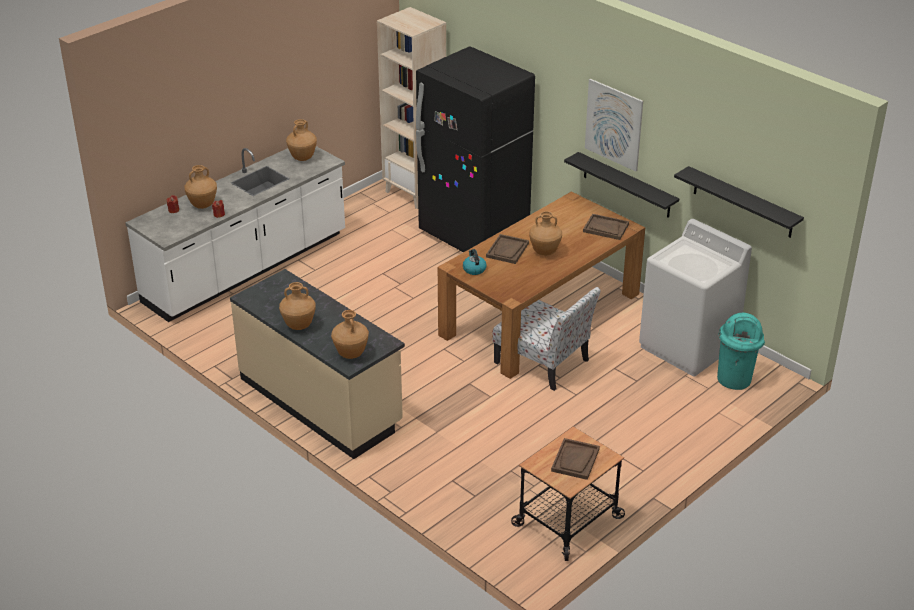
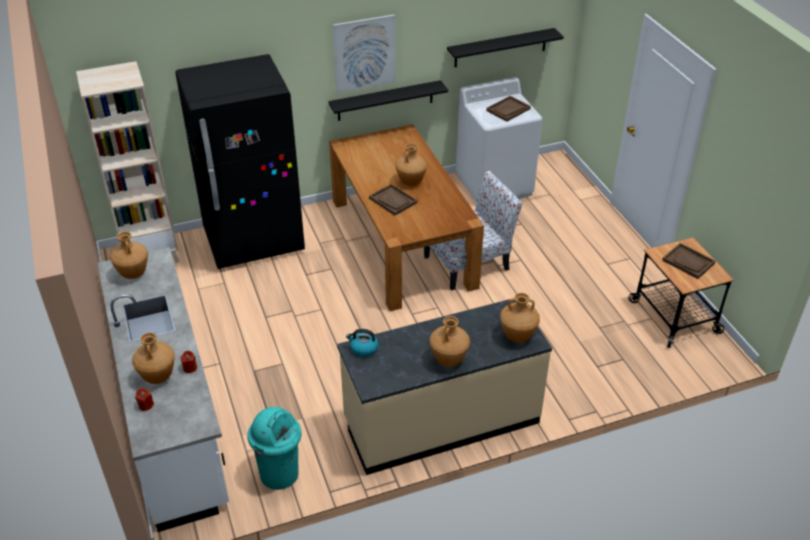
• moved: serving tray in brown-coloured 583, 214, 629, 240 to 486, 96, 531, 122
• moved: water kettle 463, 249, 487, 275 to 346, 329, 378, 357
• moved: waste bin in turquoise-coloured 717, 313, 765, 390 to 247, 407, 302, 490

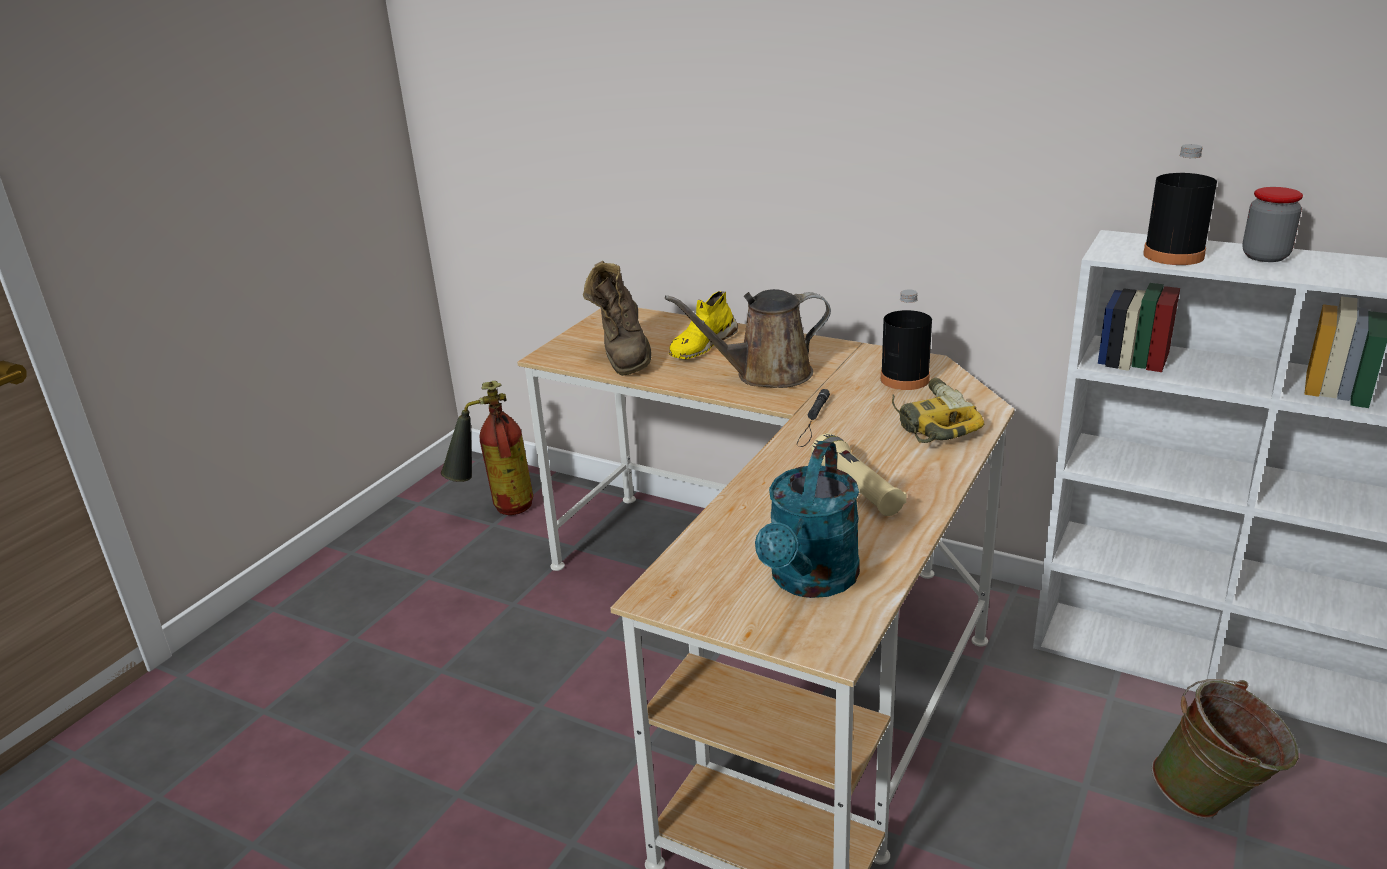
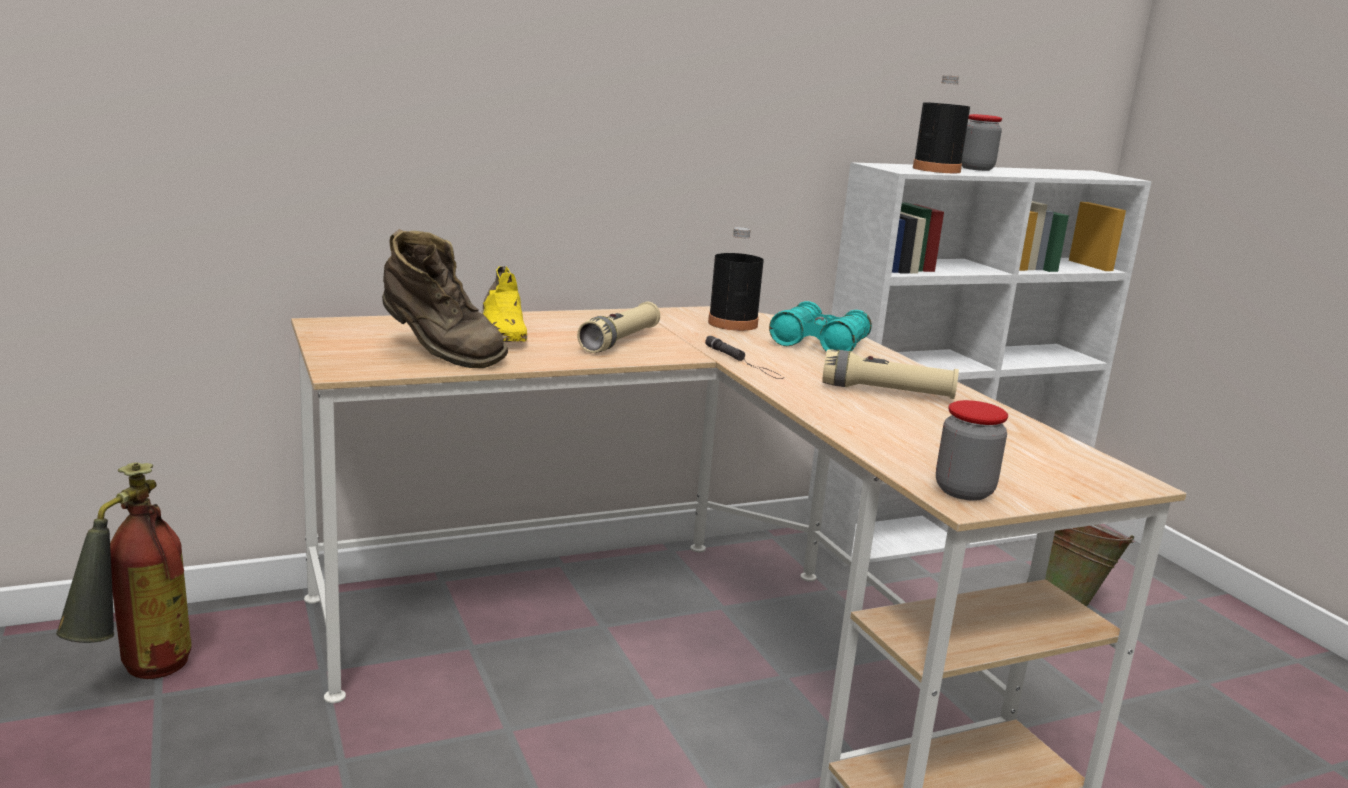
• replaced: sprinkling can in brown-coloured 665, 289, 831, 388 to flashlight in beige-coloured 577, 302, 660, 353
• replaced: power drill 892, 378, 984, 443 to pair of binoculars in turquoise-coloured 769, 301, 872, 352
• removed: sprinkling can in turquoise-coloured 755, 441, 860, 598
• added: preserve jar 936, 400, 1008, 501

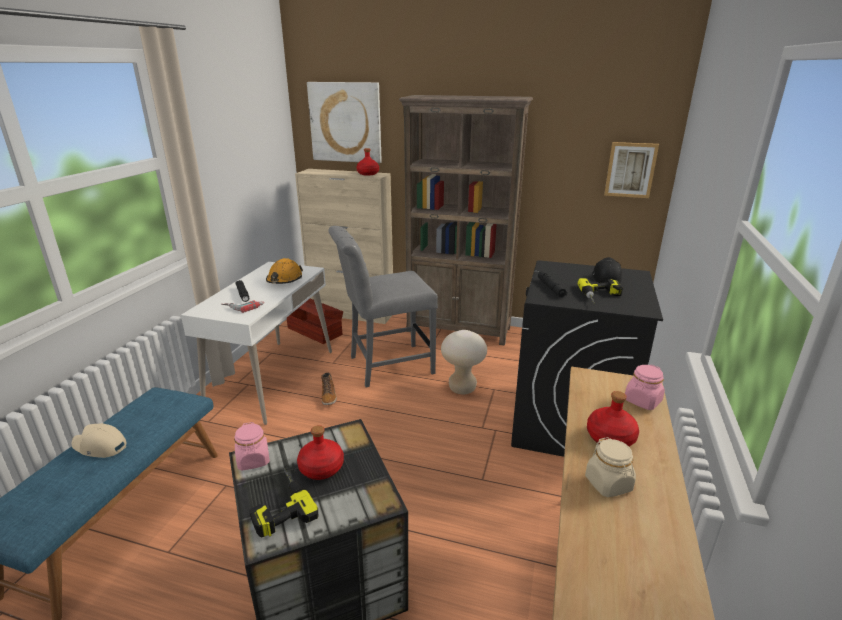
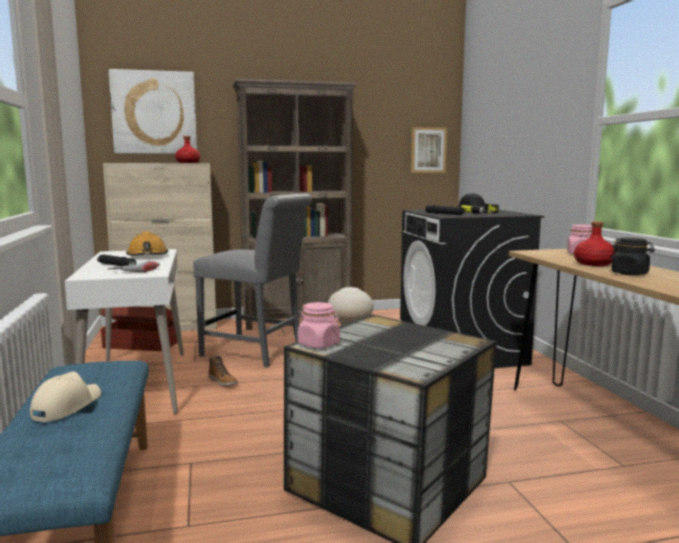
• turned: chair in gray 328, 226, 438, 387 = 193, 193, 312, 367 105 degrees counterclockwise
• turned: peaked cap in beige-coloured 72, 423, 127, 458 = 30, 372, 101, 422 120 degrees clockwise
• removed: drink bottle in reddish 297, 425, 344, 480
• recoloured: preserve jar in beige-coloured 585, 437, 636, 497 to preserve jar in blackish 610, 238, 655, 275
• removed: power drill 249, 468, 319, 538

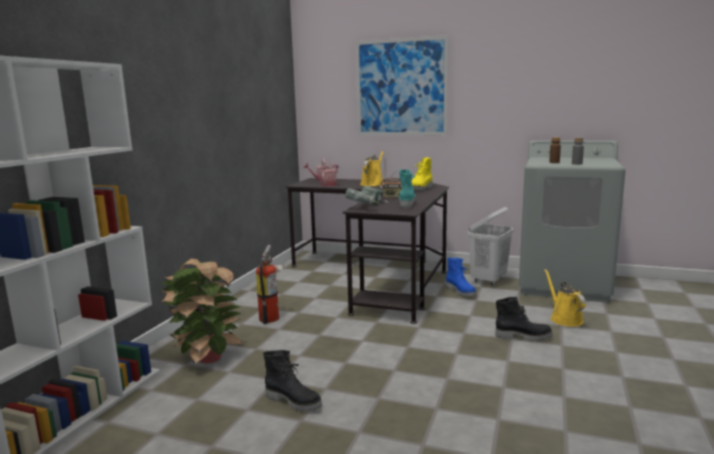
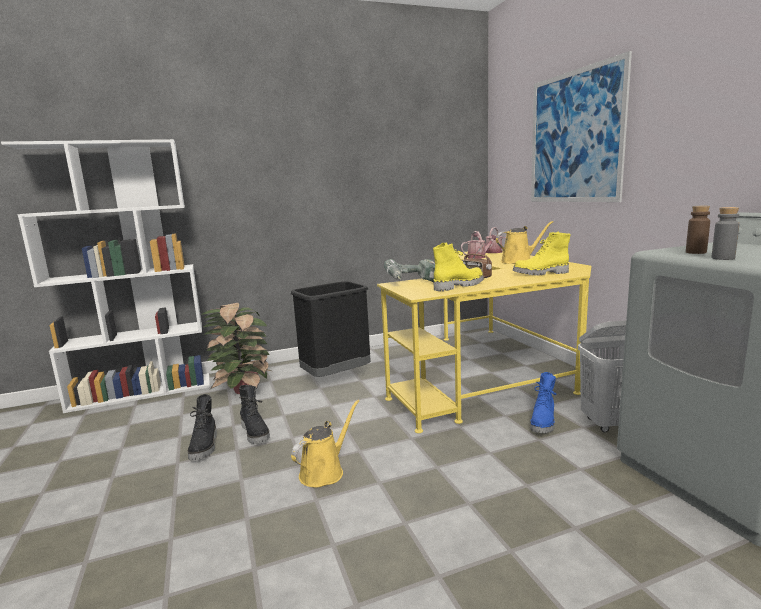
• recoloured: tall boot in turquoise-coloured 398, 169, 416, 208 to tall boot in yellow-coloured 433, 242, 484, 291
• recoloured: desk unit in blackish 286, 178, 449, 324 to desk unit in yellow-coloured 377, 251, 591, 433
• replaced: fire-fighting cylinder 256, 245, 284, 324 to waste bin in blackish 291, 281, 371, 377
• moved: sprinkling can in yellow-coloured 544, 269, 586, 327 to 291, 400, 359, 488
• moved: tall boot in blackish 495, 297, 553, 341 to 239, 385, 270, 444

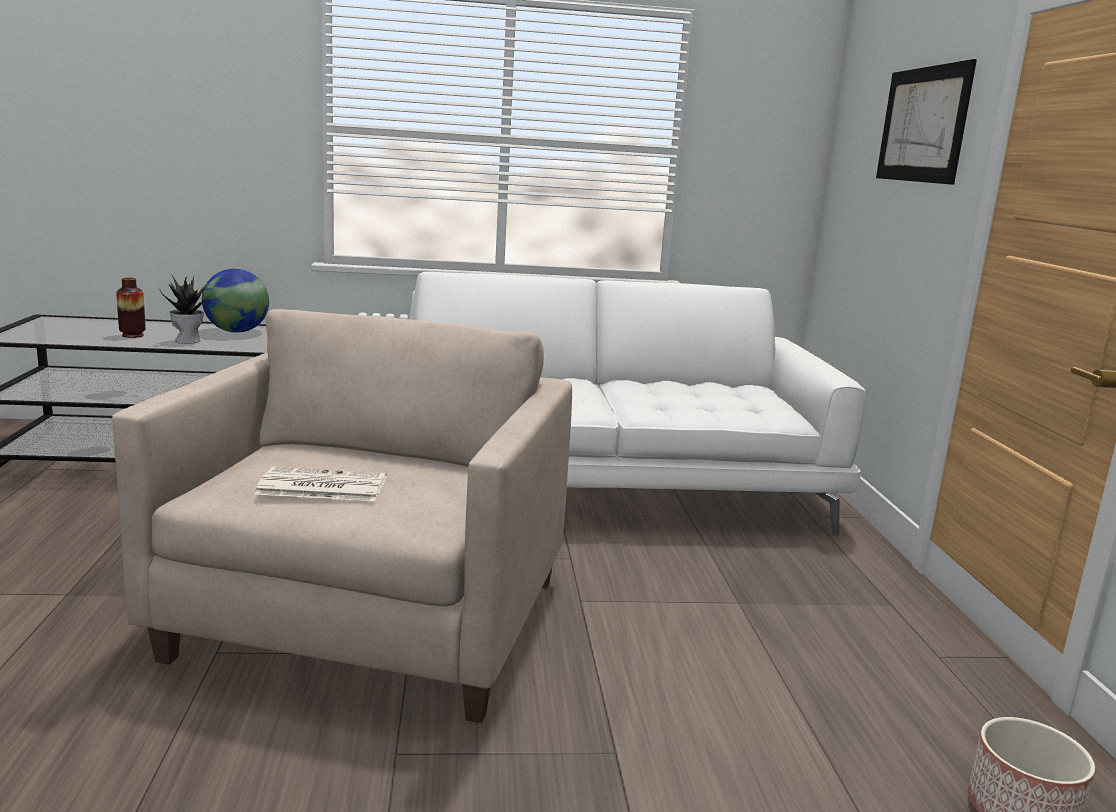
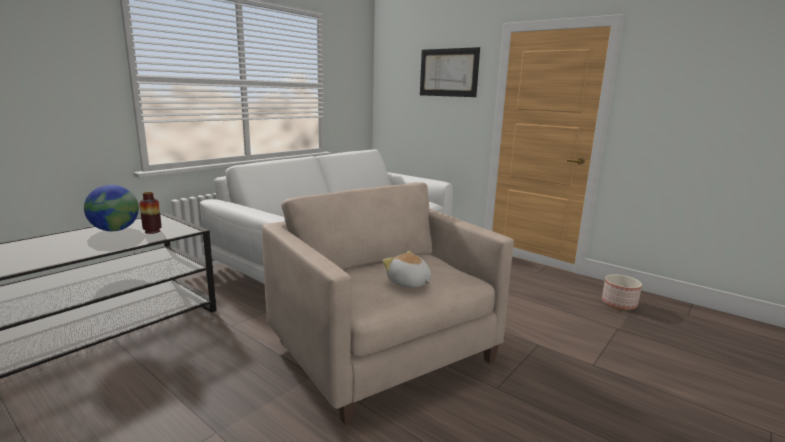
• removed: plant in a pot 160, 274, 209, 344
• moved: flower vase 116, 277, 146, 338 to 139, 192, 162, 234
• replaced: printed paper 255, 467, 387, 501 to cuddly toy 383, 251, 431, 288

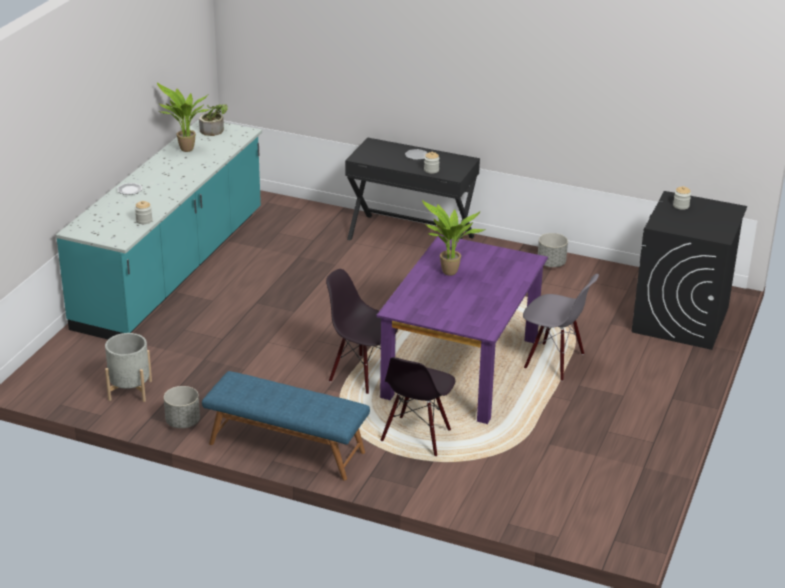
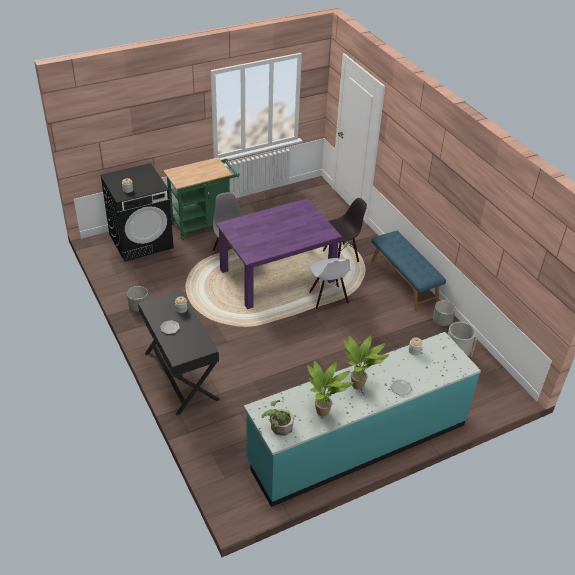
• moved: plant in a pot 422, 200, 485, 276 to 344, 335, 389, 389
• recoloured: chair in blackish 326, 269, 398, 394 to chair in white-coloured 309, 258, 350, 310
• added: wheeled cart in greenish 163, 157, 240, 240

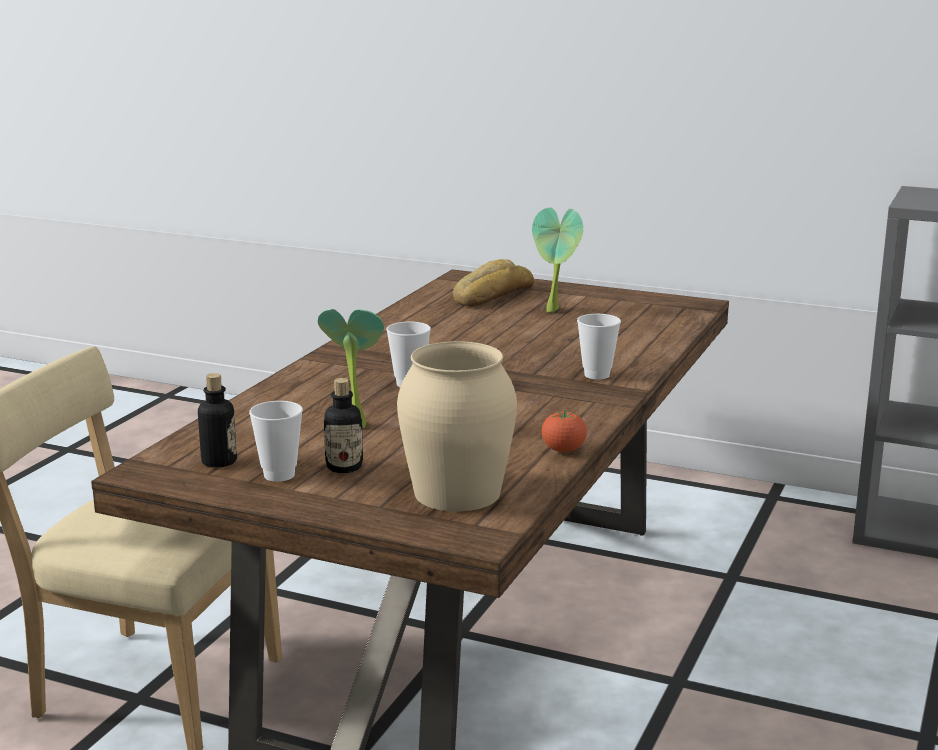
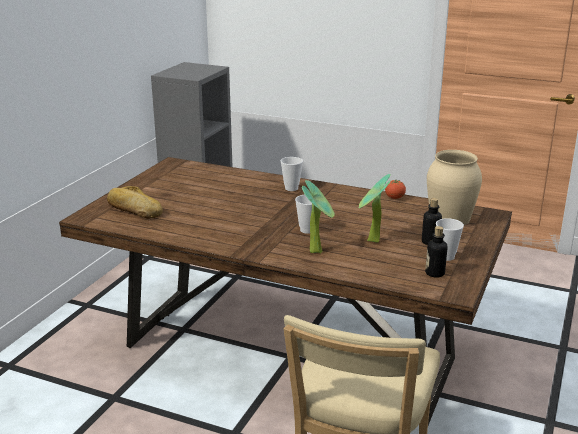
• moved: plant in a pot 532, 208, 583, 313 to 302, 180, 335, 254

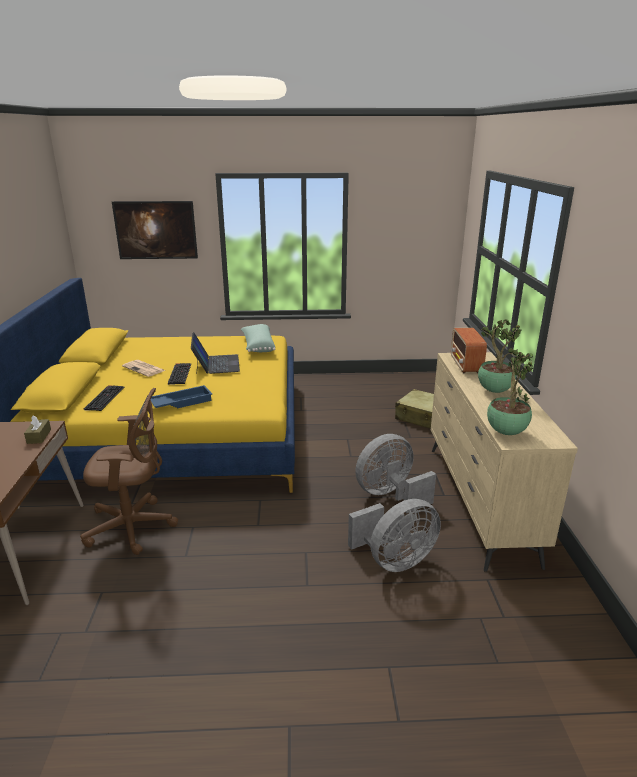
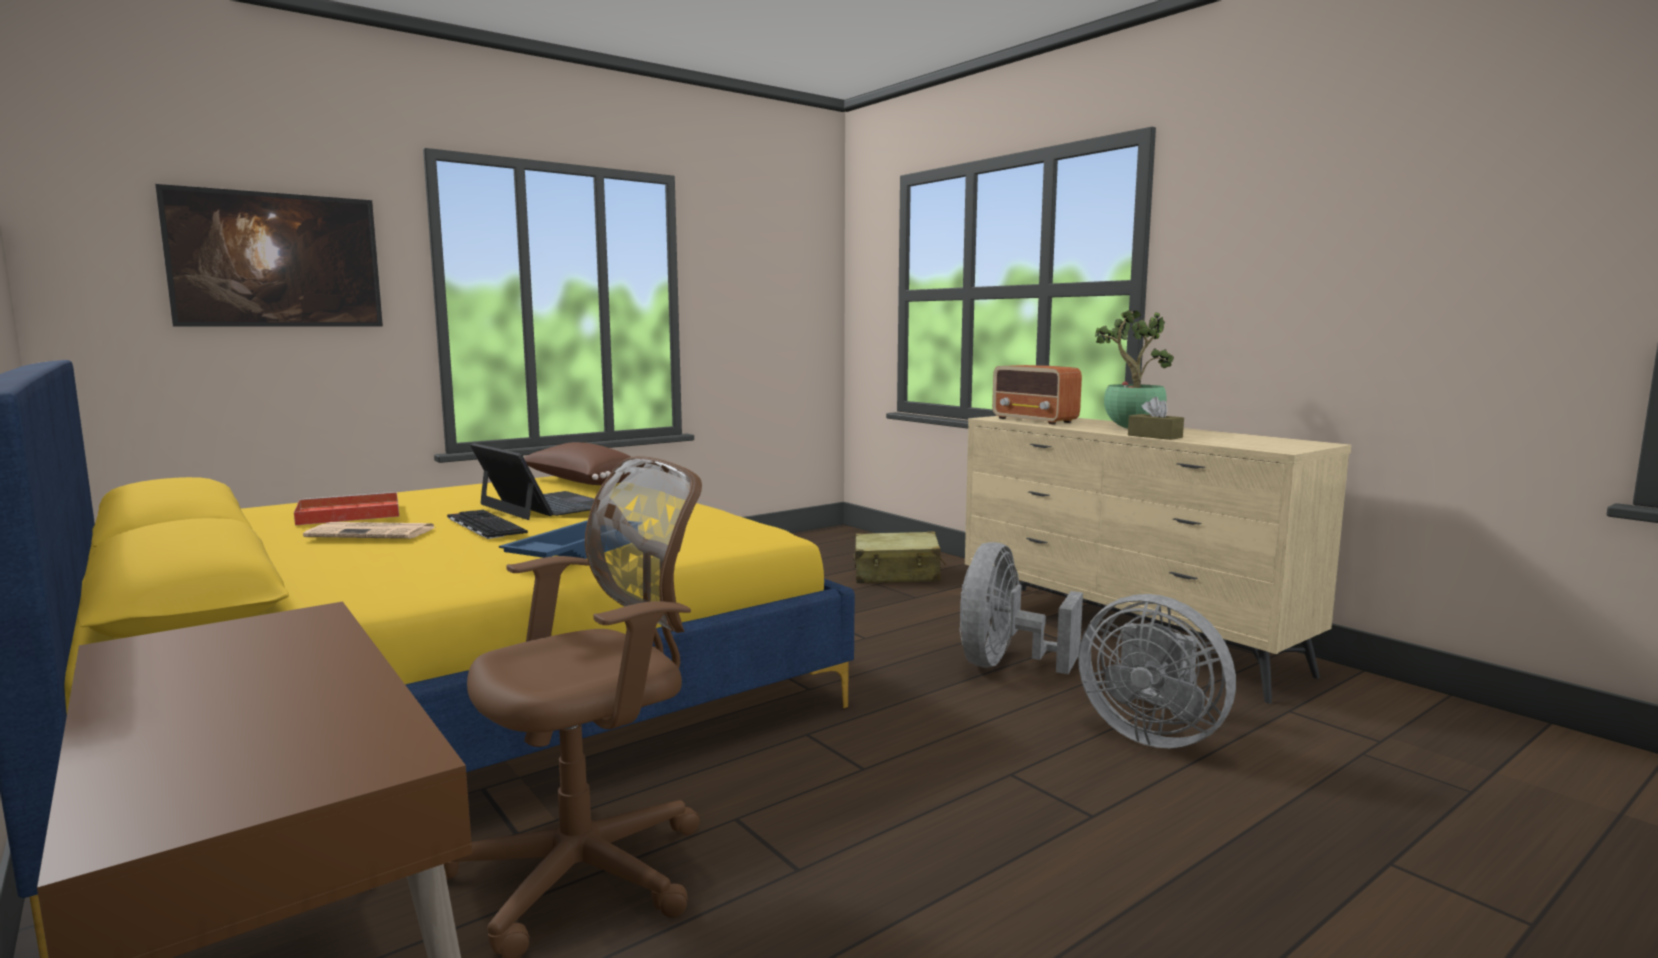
• recoloured: pillow in greenish 241, 324, 276, 352 to pillow in brown-coloured 524, 442, 631, 485
• removed: plant in a pot 487, 353, 533, 435
• removed: PC keyboard 84, 385, 124, 411
• moved: tissue holder in brown-coloured 24, 416, 51, 444 to 1128, 397, 1184, 440
• turned: cooling fan in gray 348, 499, 441, 572 = 1078, 594, 1236, 748 105 degrees clockwise
• added: serving tray in reddish 294, 492, 399, 525

